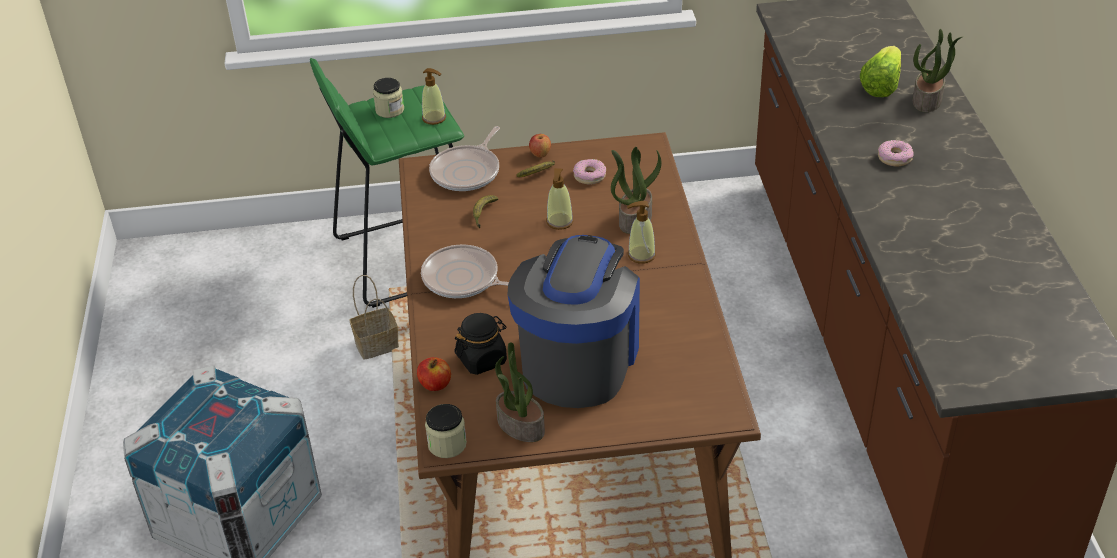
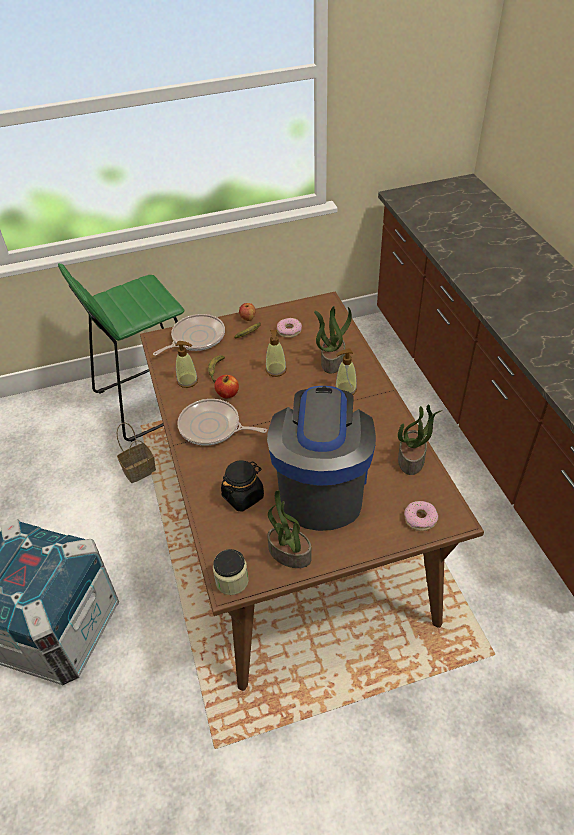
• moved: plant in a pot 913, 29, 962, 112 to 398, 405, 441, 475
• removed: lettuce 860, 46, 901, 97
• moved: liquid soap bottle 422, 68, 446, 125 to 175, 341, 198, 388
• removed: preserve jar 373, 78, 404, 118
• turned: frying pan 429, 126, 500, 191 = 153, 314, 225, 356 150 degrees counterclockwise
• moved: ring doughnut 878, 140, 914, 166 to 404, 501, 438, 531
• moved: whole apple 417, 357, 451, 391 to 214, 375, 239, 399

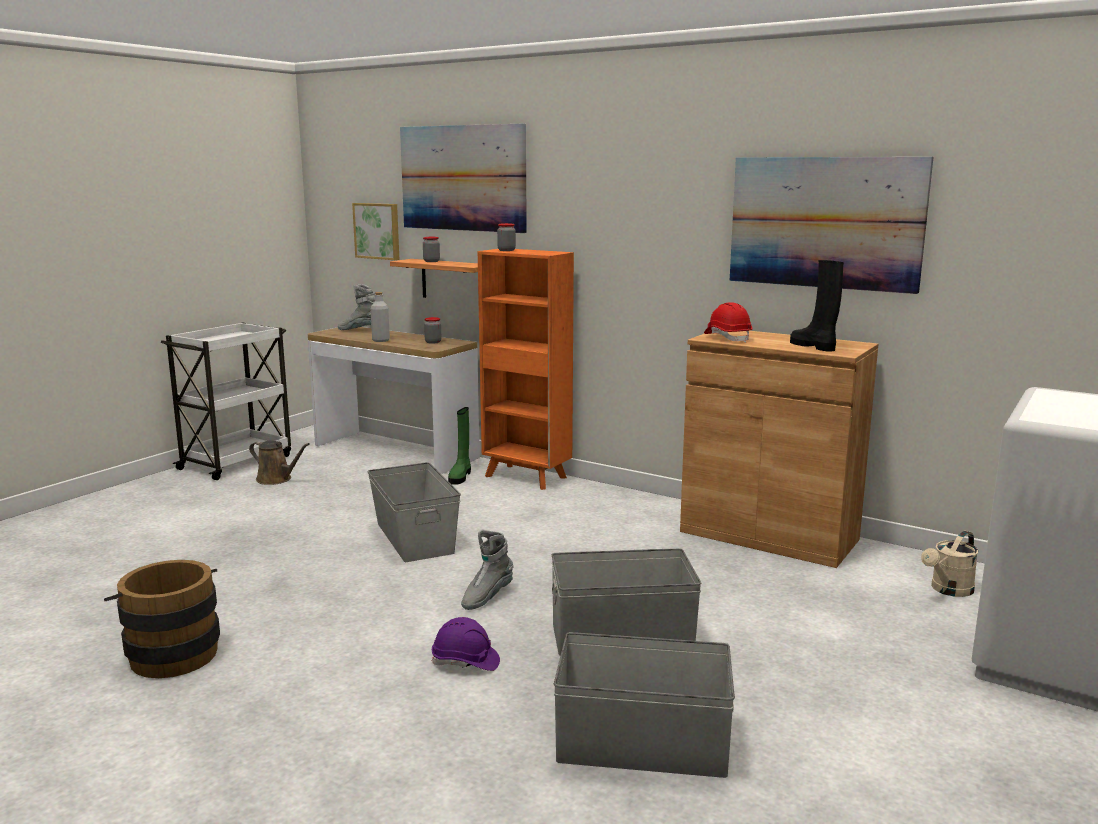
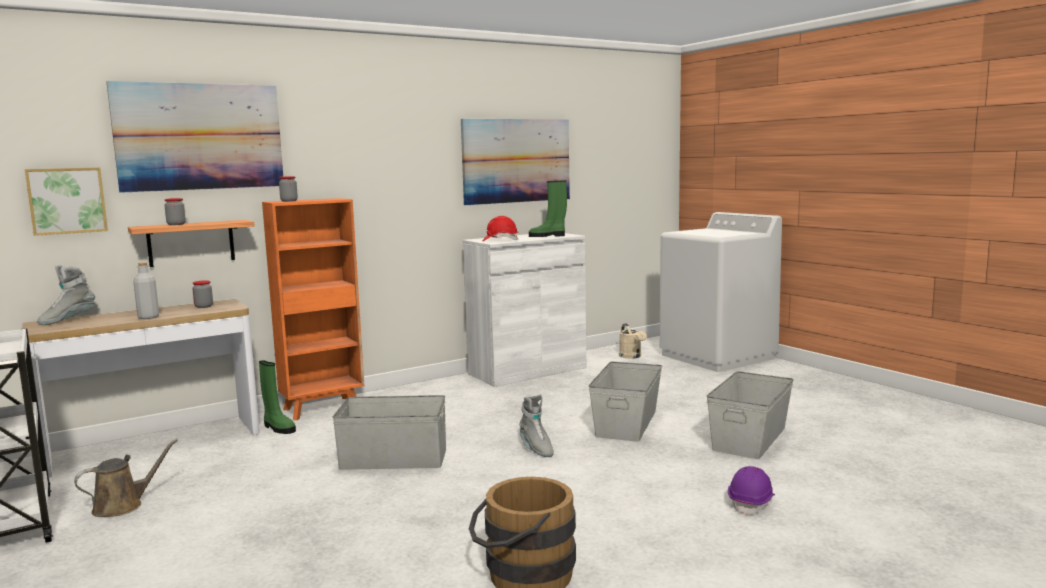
• recoloured: tall boot in blackish 790, 260, 844, 351 to tall boot in greenish 529, 180, 567, 237
• recoloured: cabinet in brown-coloured 680, 331, 878, 568 to cabinet in white-coloured 463, 233, 586, 387
• moved: hard hat in purple-coloured 431, 617, 500, 671 to 728, 466, 775, 516

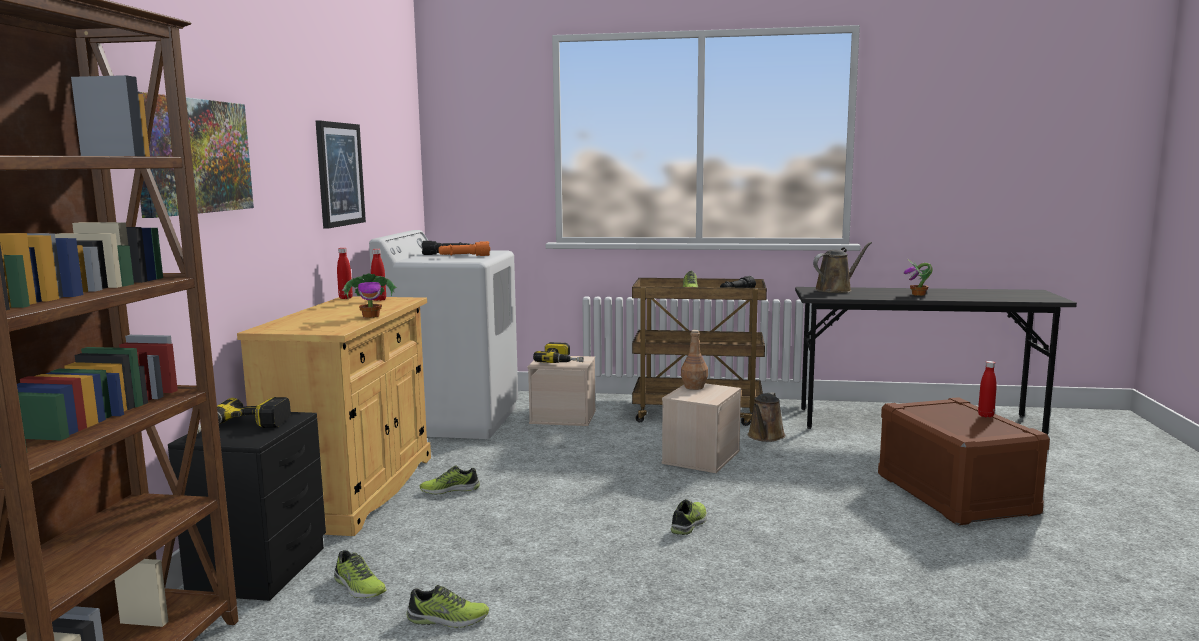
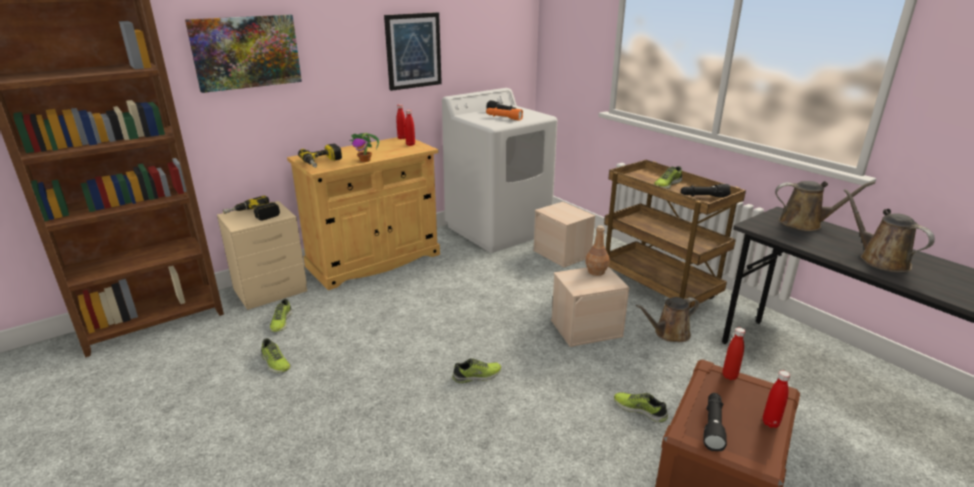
• replaced: plant in a pot 904, 259, 933, 296 to sprinkling can in brown-coloured 844, 189, 935, 272
• moved: power drill 533, 342, 583, 363 to 298, 144, 342, 168
• recoloured: nightstand in blackish 168, 412, 326, 601 to nightstand in beige-coloured 217, 201, 307, 310
• moved: shoe 420, 466, 480, 494 to 614, 393, 668, 422
• added: drink bottle in reddish 723, 328, 745, 380
• added: flashlight in blackish 703, 393, 727, 451

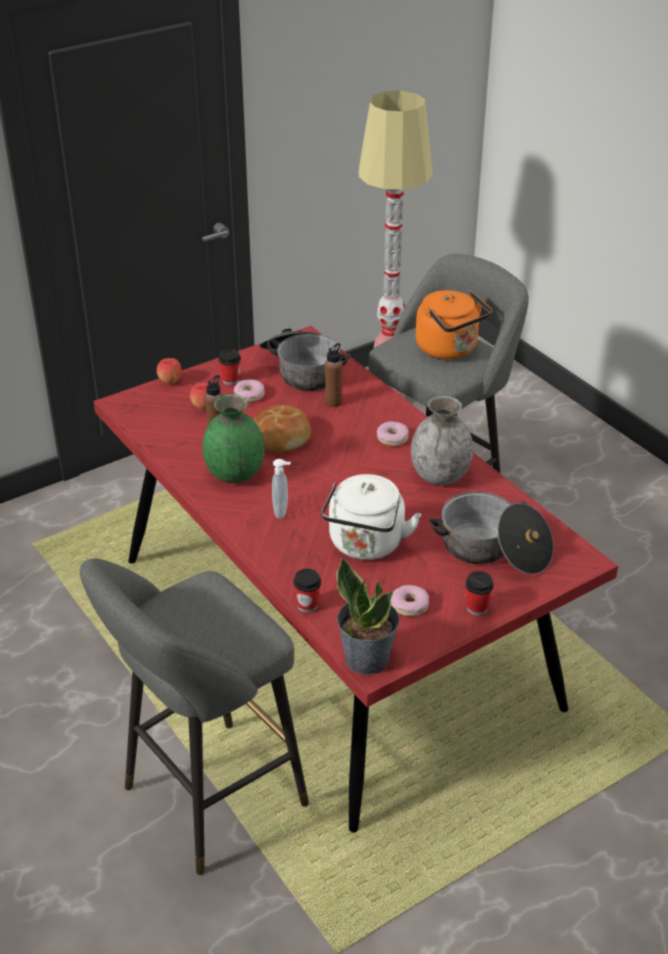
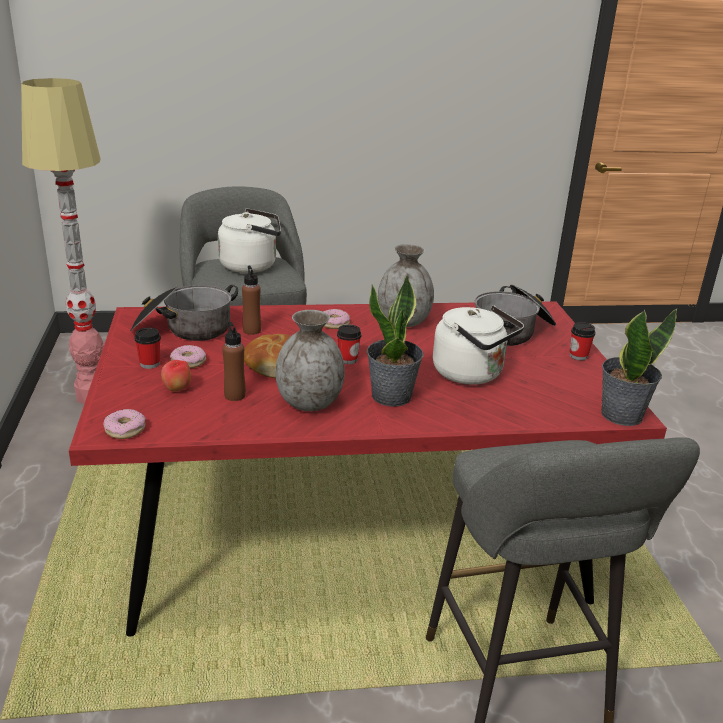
• recoloured: water kettle in orangey 416, 290, 492, 359 to water kettle in white-coloured 218, 208, 281, 273
• removed: whole apple 157, 358, 181, 384
• recoloured: flower vase in greenish 202, 394, 265, 483 to flower vase in gray 275, 310, 345, 411
• replaced: liquid soap bottle 272, 459, 291, 518 to plant in a pot 367, 274, 424, 406
• moved: cup 293, 569, 321, 613 to 337, 325, 361, 364
• moved: ring doughnut 391, 585, 429, 617 to 103, 409, 146, 439

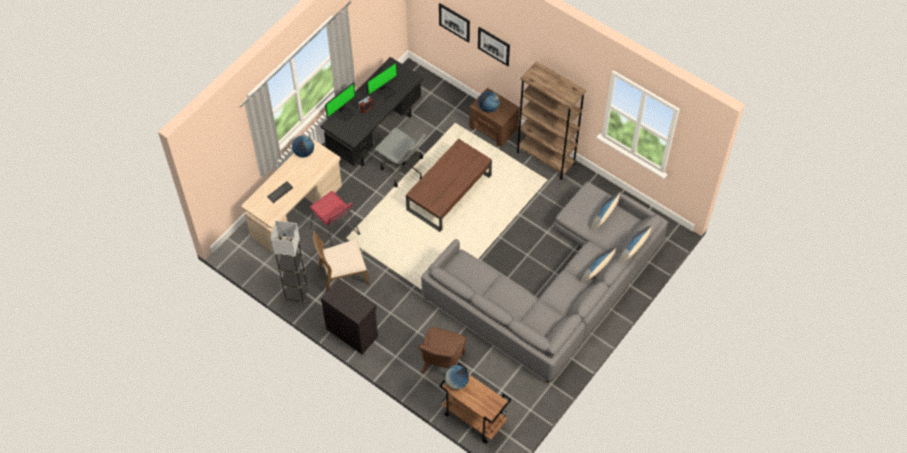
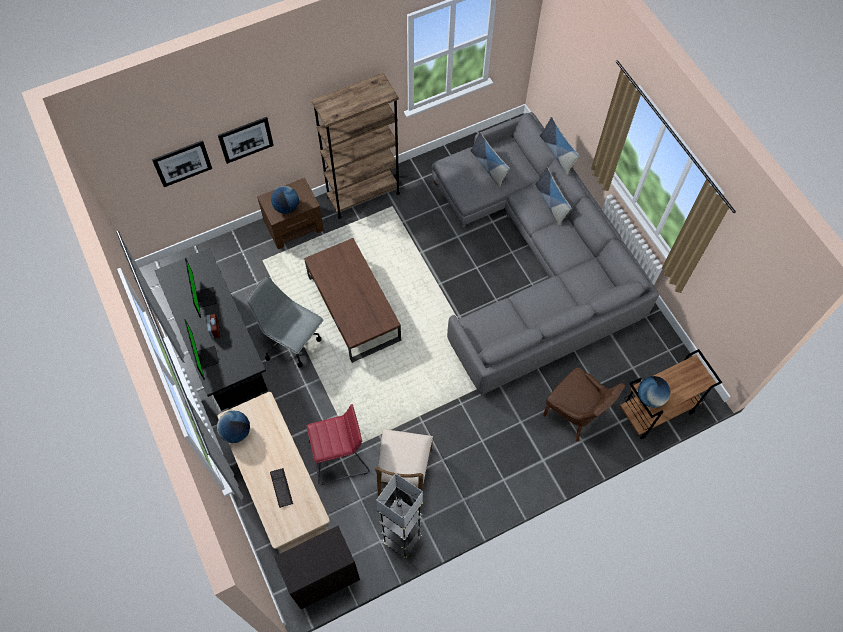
• turned: office chair in gray 374, 128, 426, 187 = 247, 277, 323, 368 120 degrees counterclockwise
• moved: cabinet in blackish 321, 279, 378, 354 to 274, 526, 360, 609

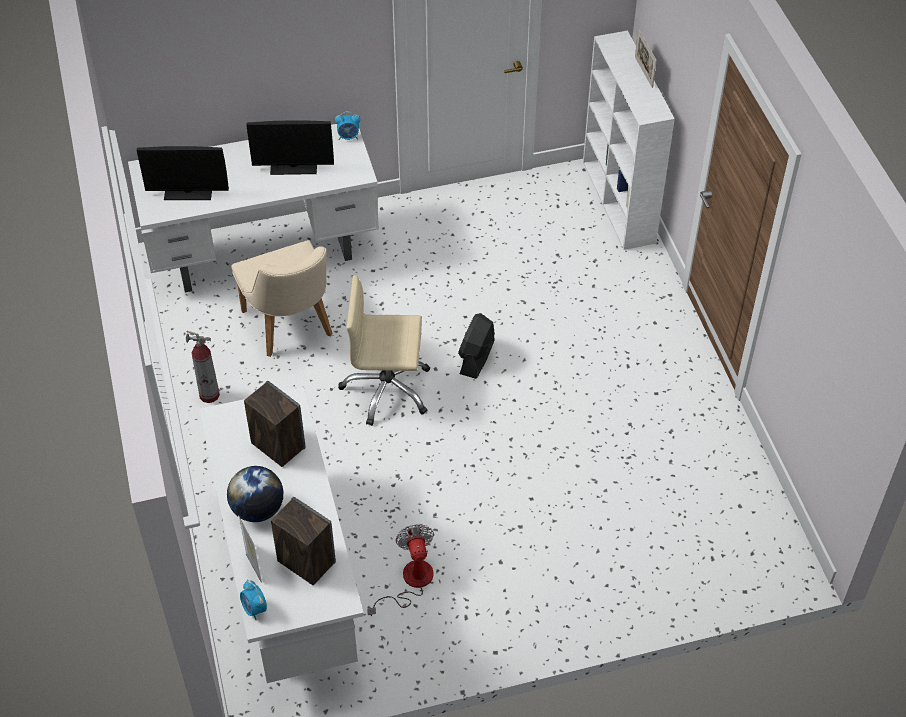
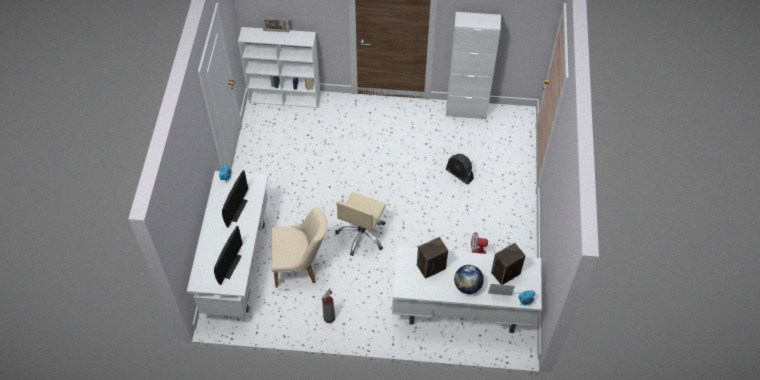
• moved: cooling fan in blackish 458, 313, 495, 379 to 446, 154, 474, 185
• added: cabinet in white-coloured 446, 12, 501, 119

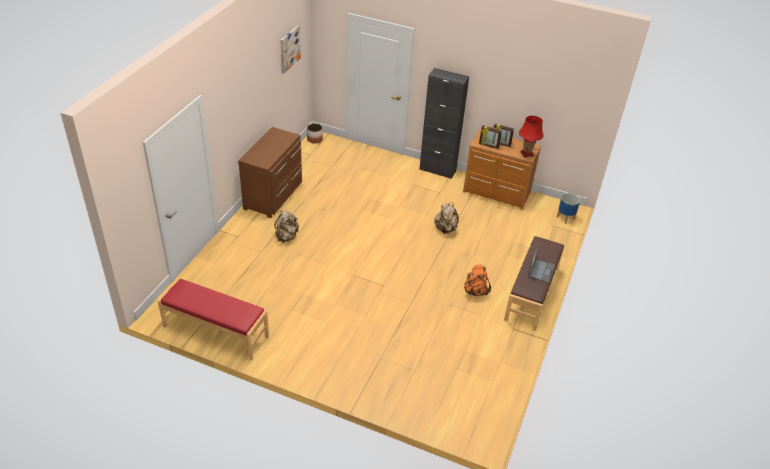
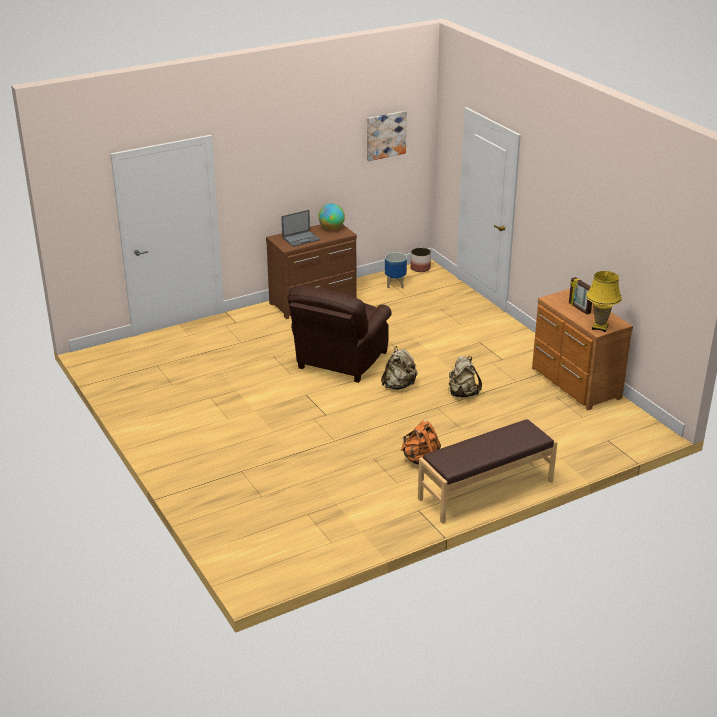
• removed: cabinet in blackish 419, 68, 469, 179
• recoloured: lamp for a table in reddish 519, 116, 544, 157 to lamp for a table in yellow-coloured 586, 271, 622, 332
• removed: photo frame 479, 126, 502, 149
• moved: flower pot 556, 193, 580, 224 to 385, 252, 407, 289
• moved: rucksack in beige-coloured 274, 210, 299, 243 to 381, 346, 418, 390
• moved: laptop 528, 243, 555, 283 to 281, 210, 321, 247
• removed: indoor bench in reddish 158, 279, 269, 361
• added: desk globe 318, 203, 345, 230
• added: lounge chair in brown-coloured 287, 286, 392, 383

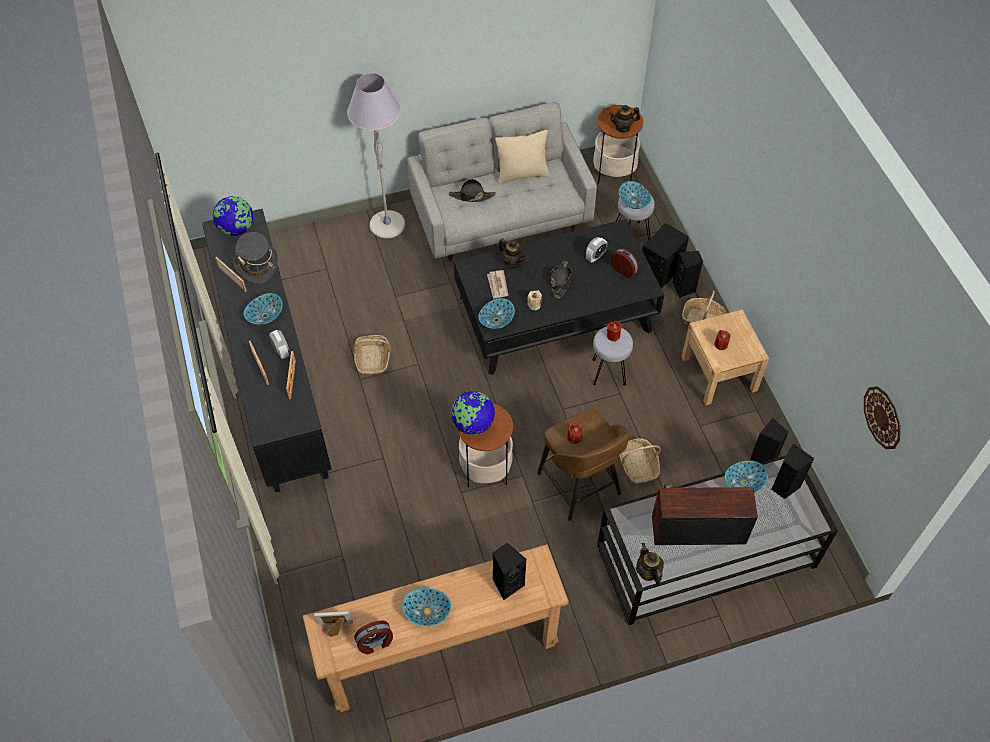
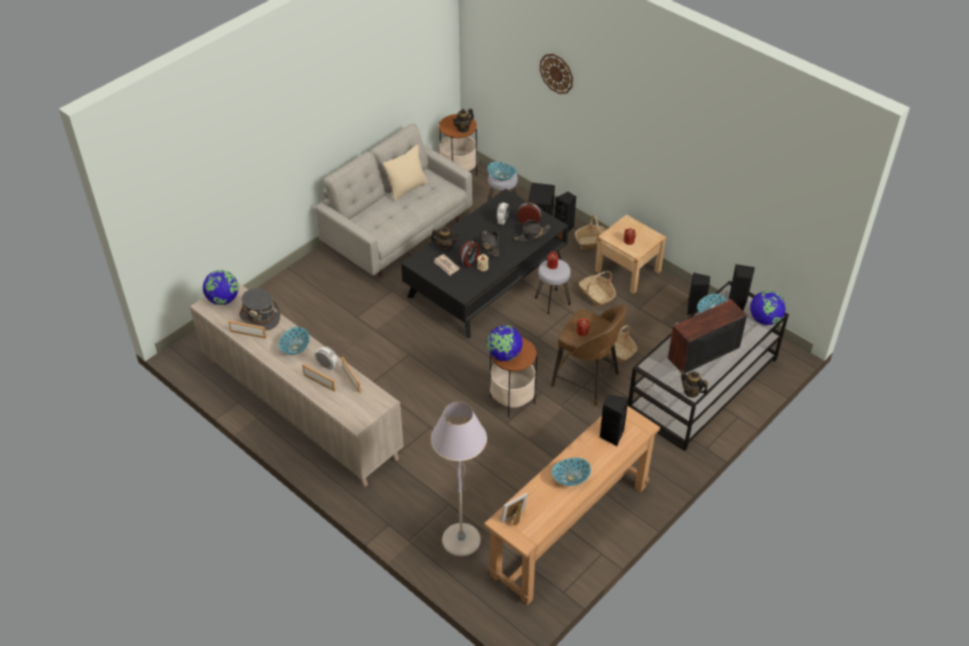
• moved: floor lamp in gray 347, 73, 405, 239 to 431, 402, 487, 557
• moved: clothing hat in blackish 449, 179, 496, 202 to 514, 220, 551, 241
• recoloured: cabinet in blackish 202, 209, 332, 493 to cabinet in beige-coloured 190, 282, 404, 487
• removed: bowl 478, 298, 515, 329
• moved: basket 353, 335, 391, 375 to 579, 271, 616, 306
• moved: clock on the wall 864, 386, 901, 449 to 540, 54, 573, 94
• moved: bedside clock 354, 620, 393, 654 to 459, 240, 480, 268
• added: desk globe 750, 290, 786, 325

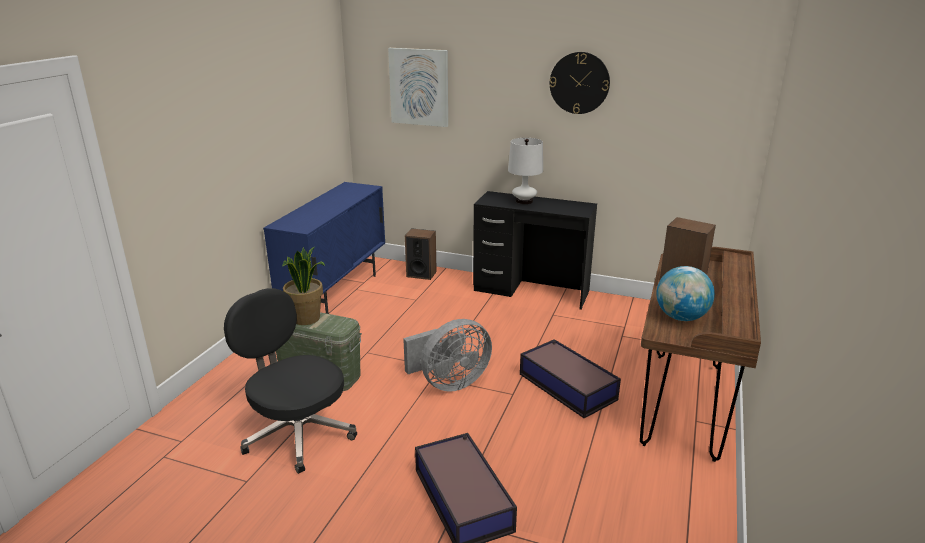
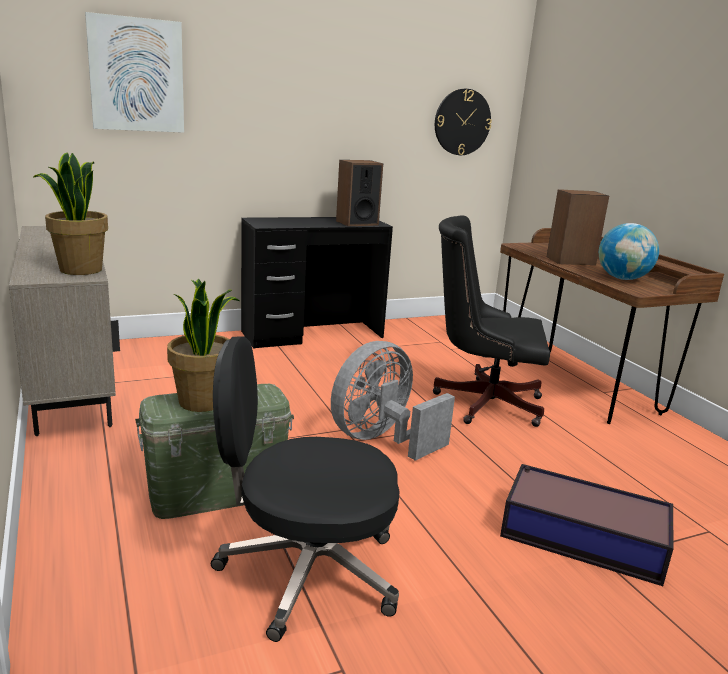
• moved: clock on the wall 550, 52, 610, 114 to 435, 89, 492, 155
• removed: lamp for a table in white-coloured 508, 138, 543, 204
• recoloured: cabinet in bluish 263, 182, 385, 314 to cabinet in beige-coloured 9, 226, 120, 436
• moved: speaker 405, 228, 437, 280 to 336, 160, 383, 226
• turned: cooling fan in gray 403, 319, 492, 392 = 331, 341, 455, 461 150 degrees counterclockwise
• replaced: storage container 520, 339, 621, 418 to office chair in blackish 433, 215, 550, 427
• added: plant in a pot 33, 152, 108, 275

